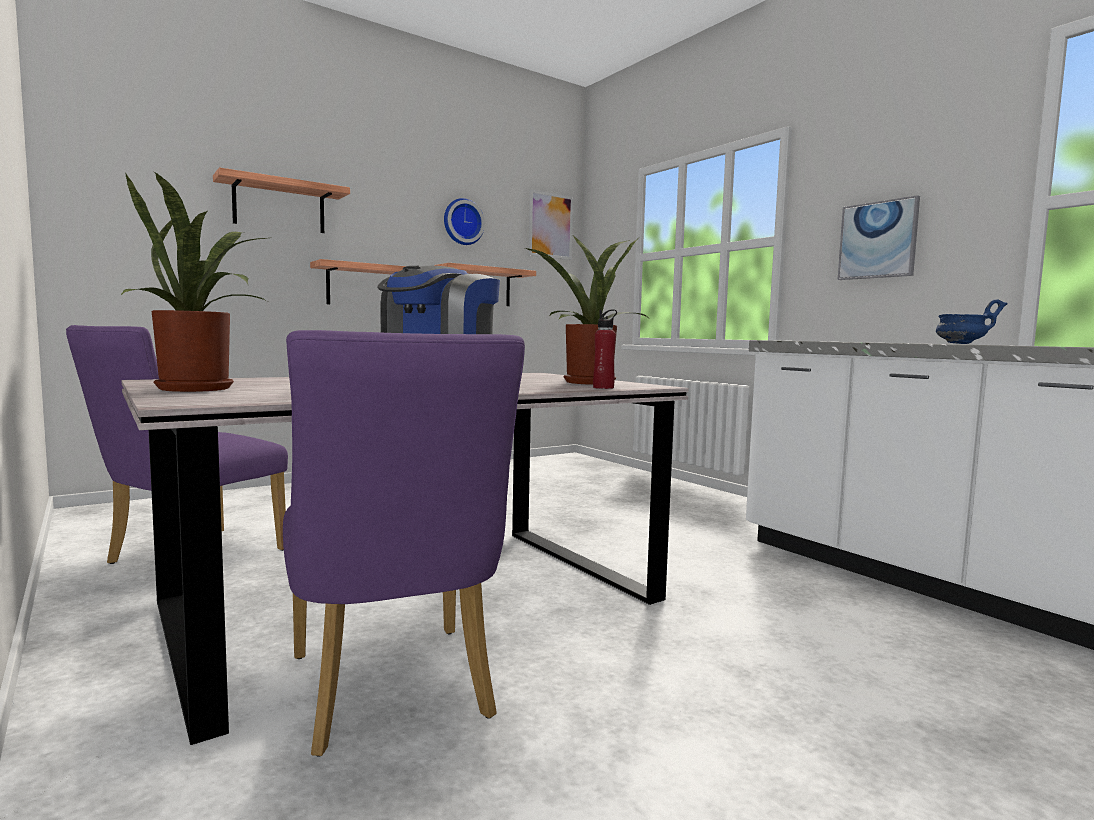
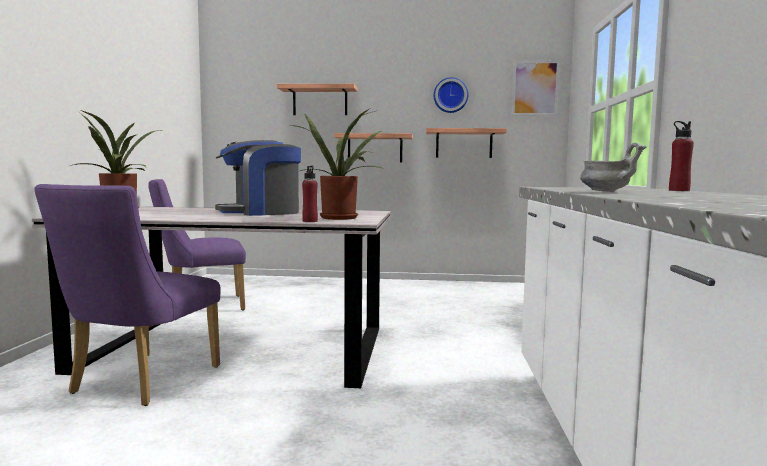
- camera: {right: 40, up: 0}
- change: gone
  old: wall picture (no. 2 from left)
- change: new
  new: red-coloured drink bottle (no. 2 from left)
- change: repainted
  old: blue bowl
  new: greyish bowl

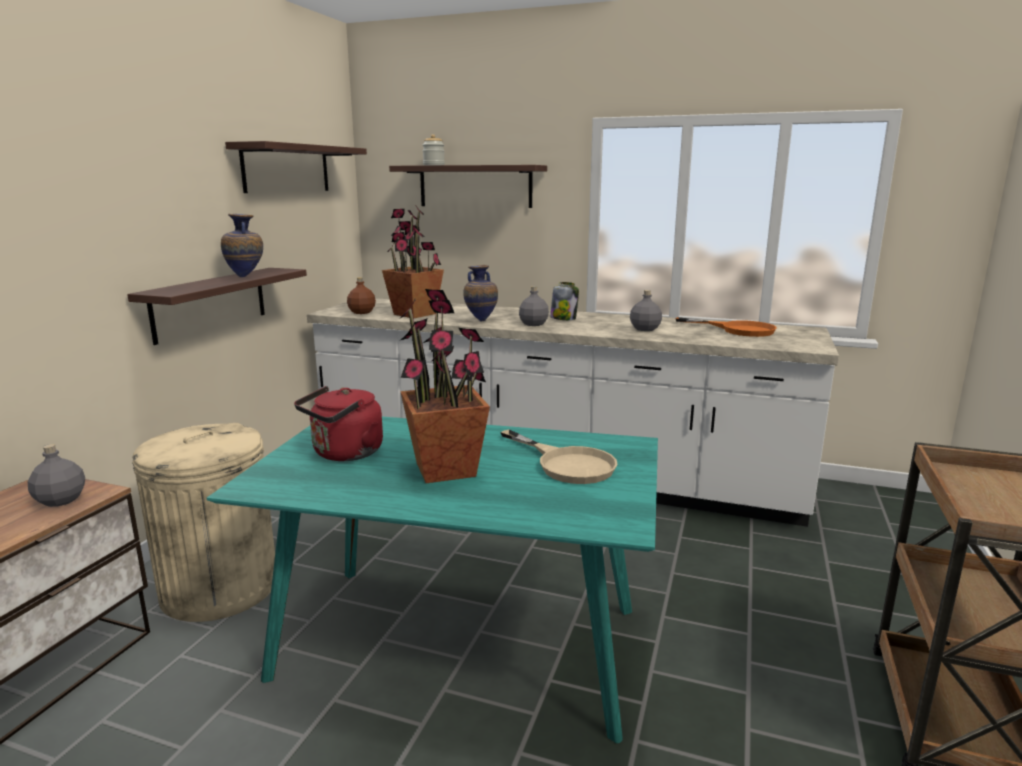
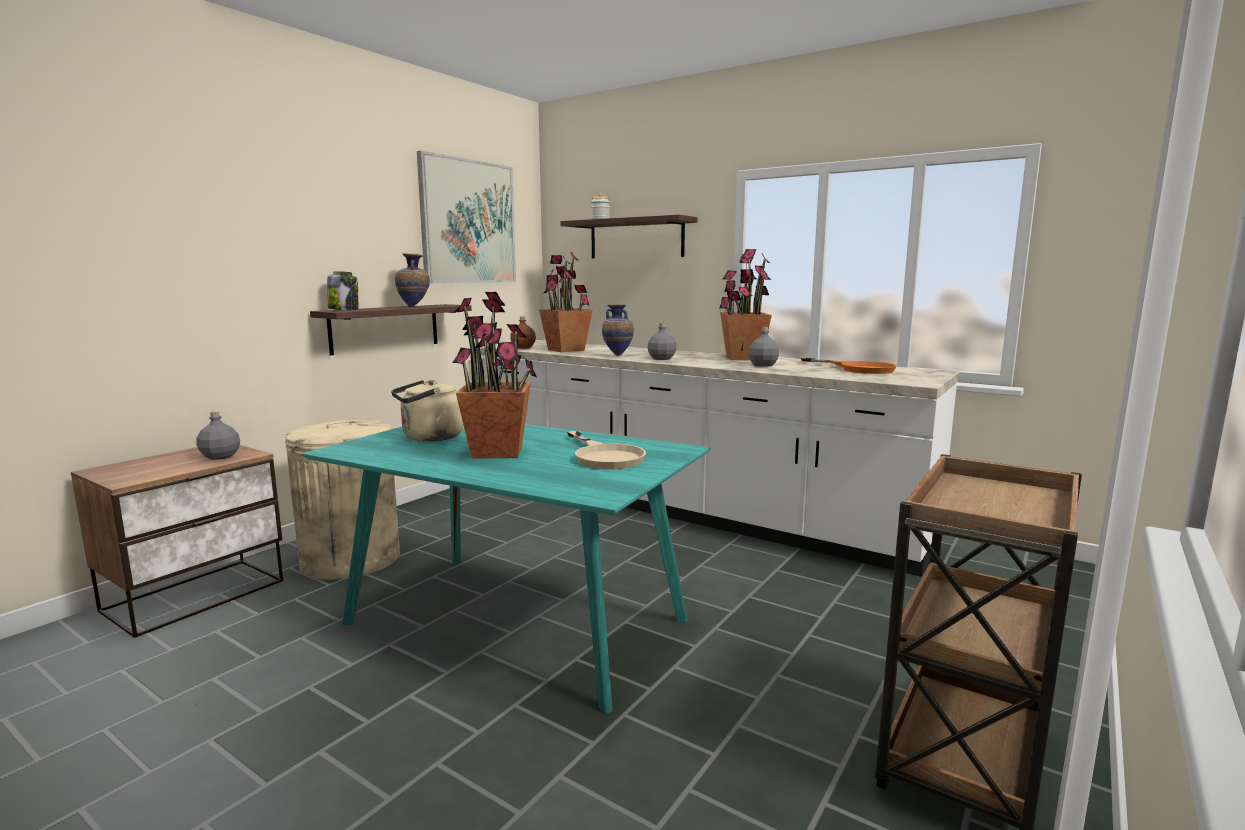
- camera: {right: 15, up: -5}
- change: new
  new: potted plant (no. 3 from left)
- change: shifted
  old: preserve jar (no. 2 from left in the first image)
  new: preserve jar (no. 1 from left)
- change: swapped
  old: bracket shelf (no. 2 from left)
  new: wall picture
- change: repainted
  old: red-coloured kettle
  new: sand-coloured kettle

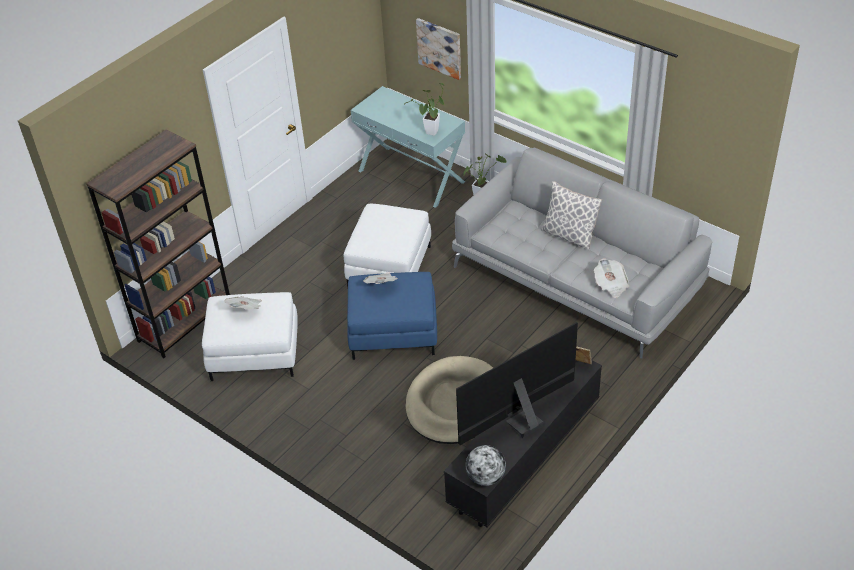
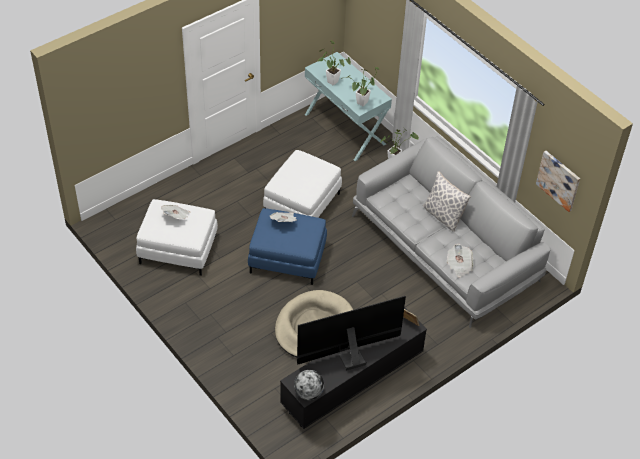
- camera: {right: 10, up: 5}
- change: gone
  old: brown bookcase
- change: new
  new: potted plant (no. 1 from left)
- change: shifted
  old: wall picture

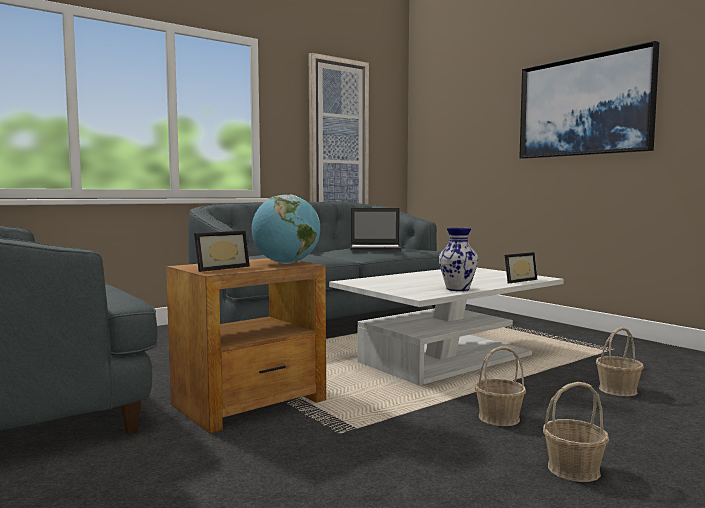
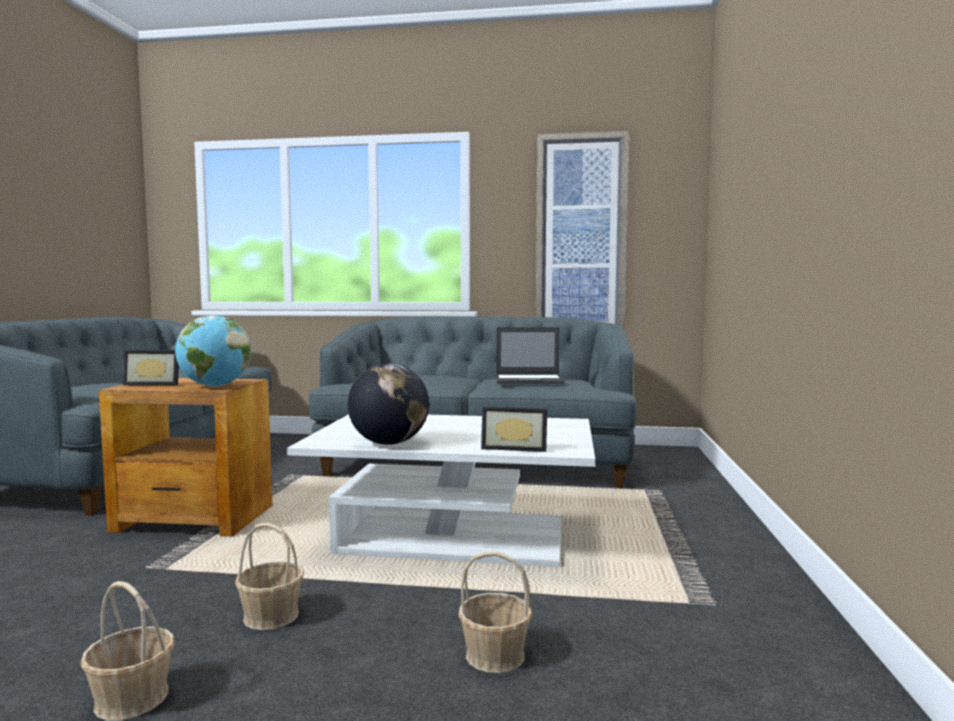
- camera: {right: 45, up: 0}
- change: gone
  old: wall picture (no. 2 from left)
- change: swapped
  old: flower vase
  new: world globe (no. 2 from left)
- change: rotated
  old: notebook computer
  degrees: -45

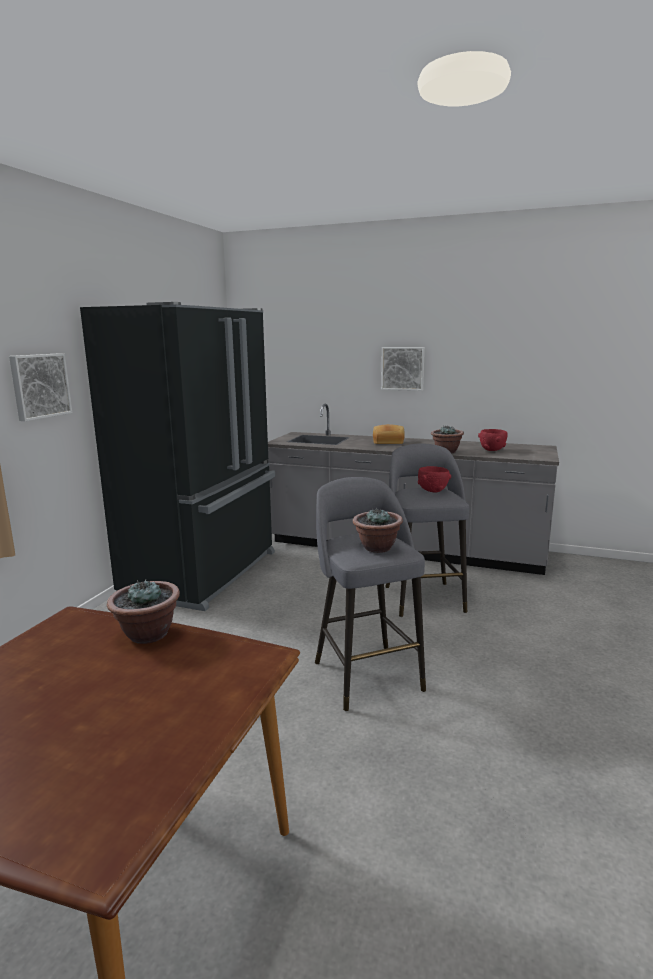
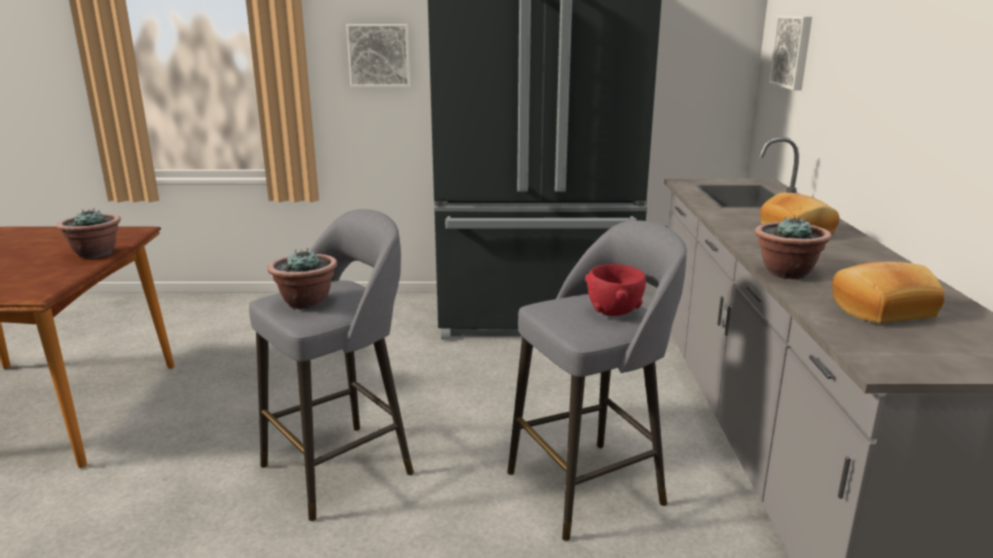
- camera: {right: 70, up: 5}
- change: shifted
  old: wall picture (no. 2 from left)
- change: swapped
  old: red-coloured bowl (no. 2 from left)
  new: baked bread (no. 2 from left)

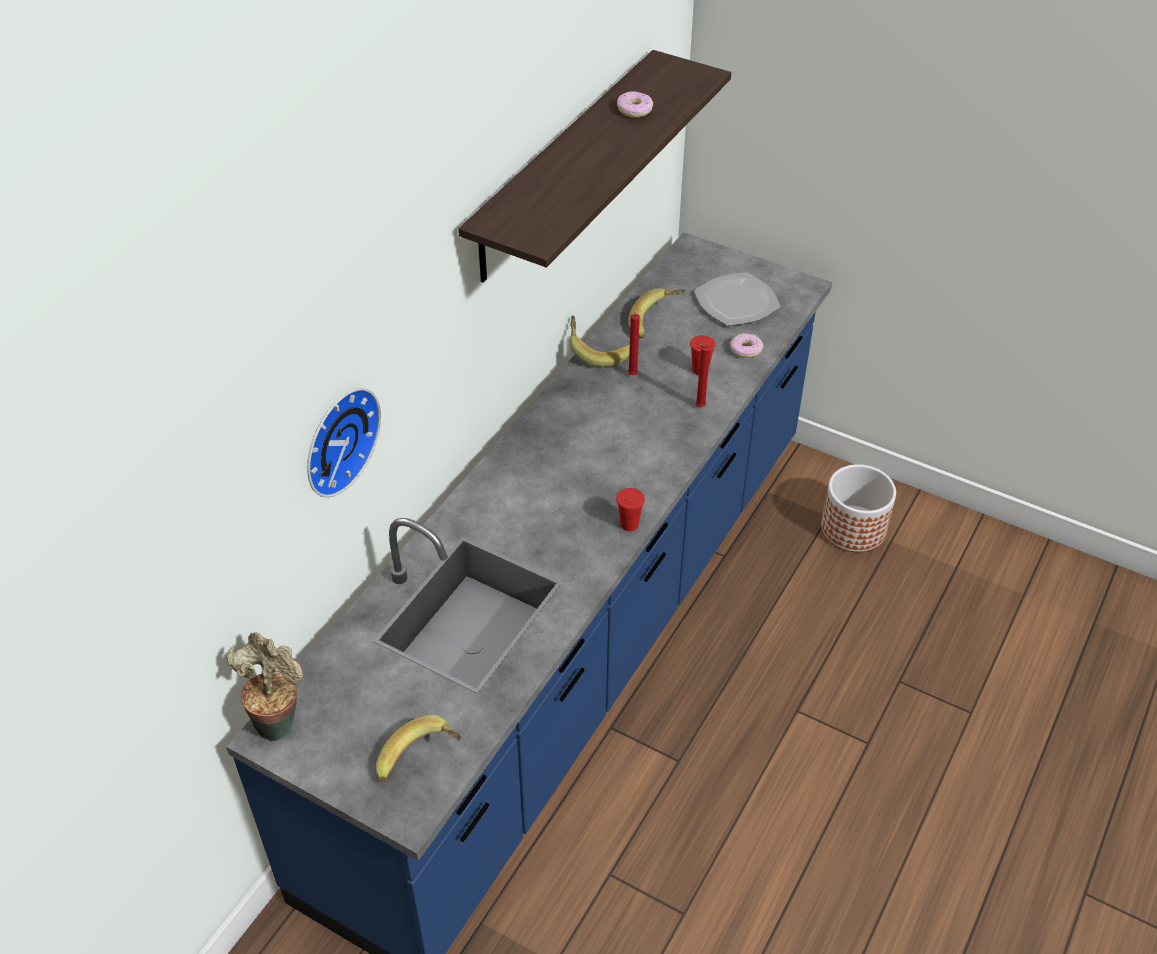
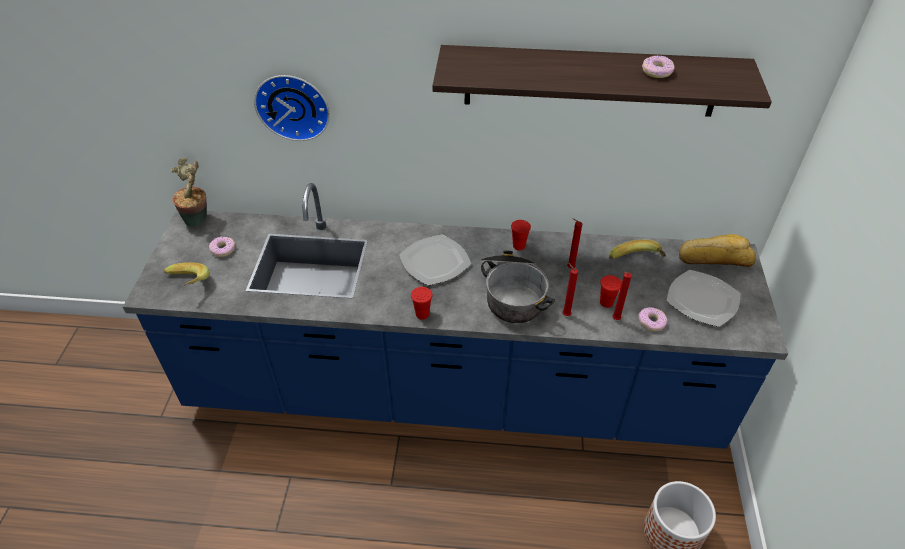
- camera: {right: 65, up: 0}
- change: gone
  old: whole banana (no. 2 from left)
- change: new
  new: donut (no. 1 from left)
- change: new
  new: plate (no. 1 from left)
- change: new
  new: stockpot
- change: new
  new: red-coloured small cup (no. 2 from left)
- change: new
  new: red-coloured wax light (no. 3 from left)
- change: new
  new: baked bread

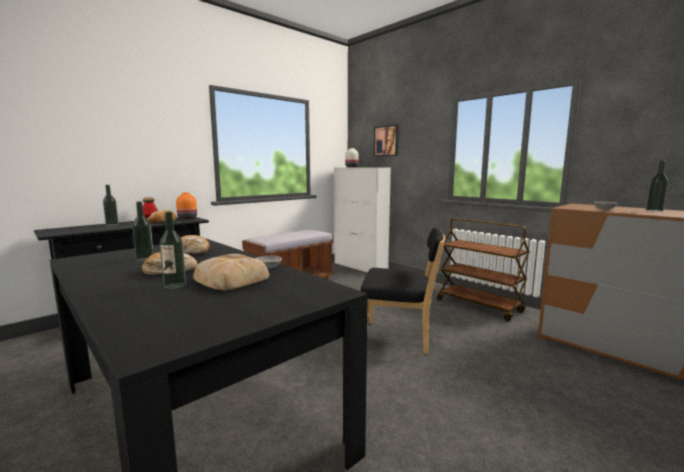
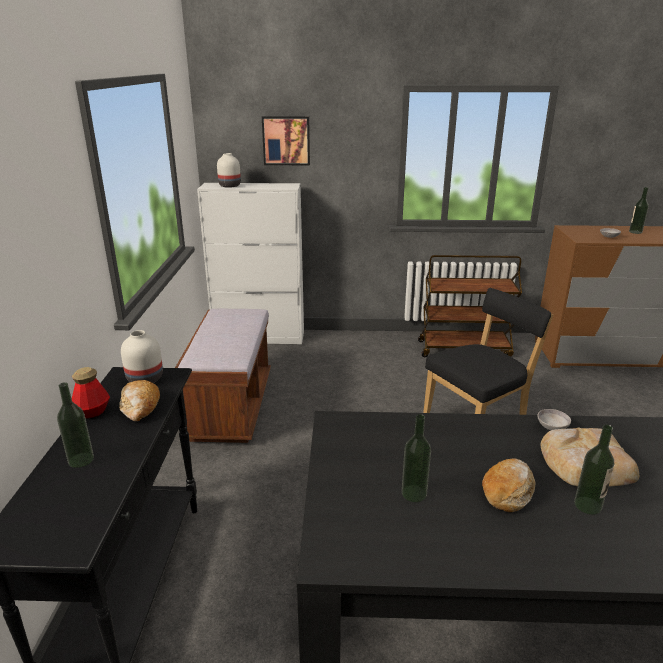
- camera: {right: -45, up: 15}
- change: gone
  old: baked bread (no. 3 from left)
- change: repainted
  old: orange-coloured flower vase
  new: white flower vase (no. 1 from left)

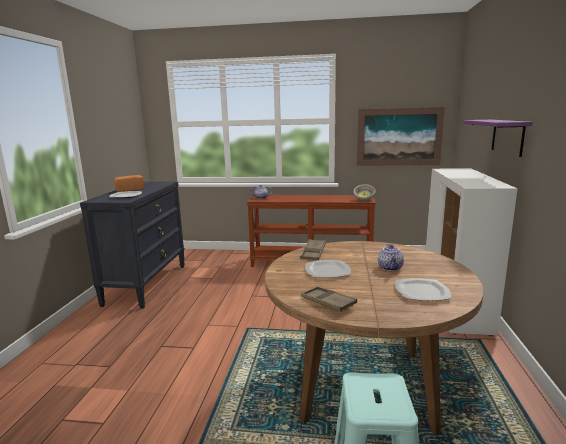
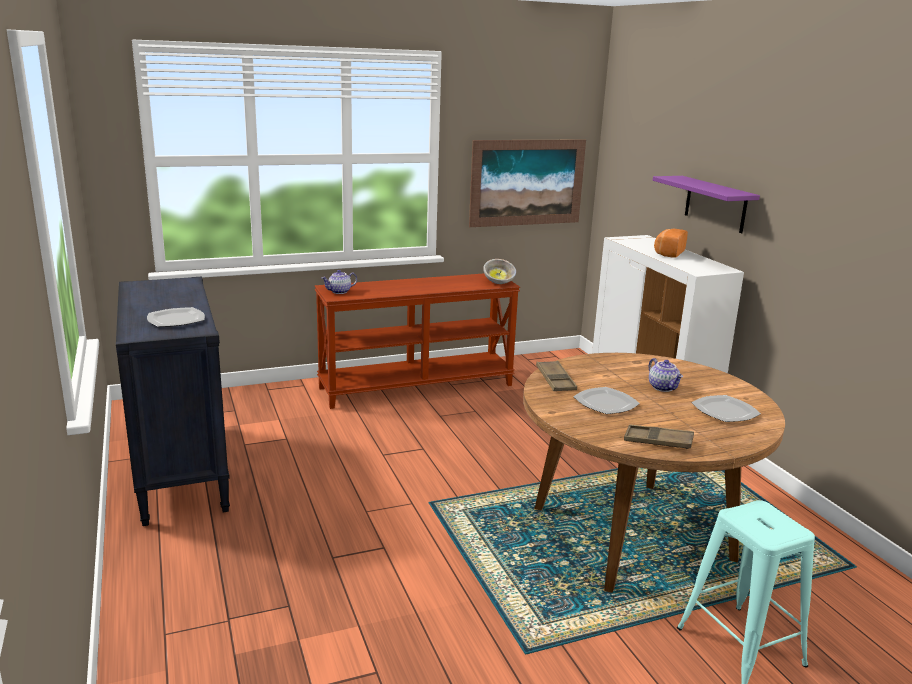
- camera: {right: -30, up: 5}
- change: shifted
  old: baked bread

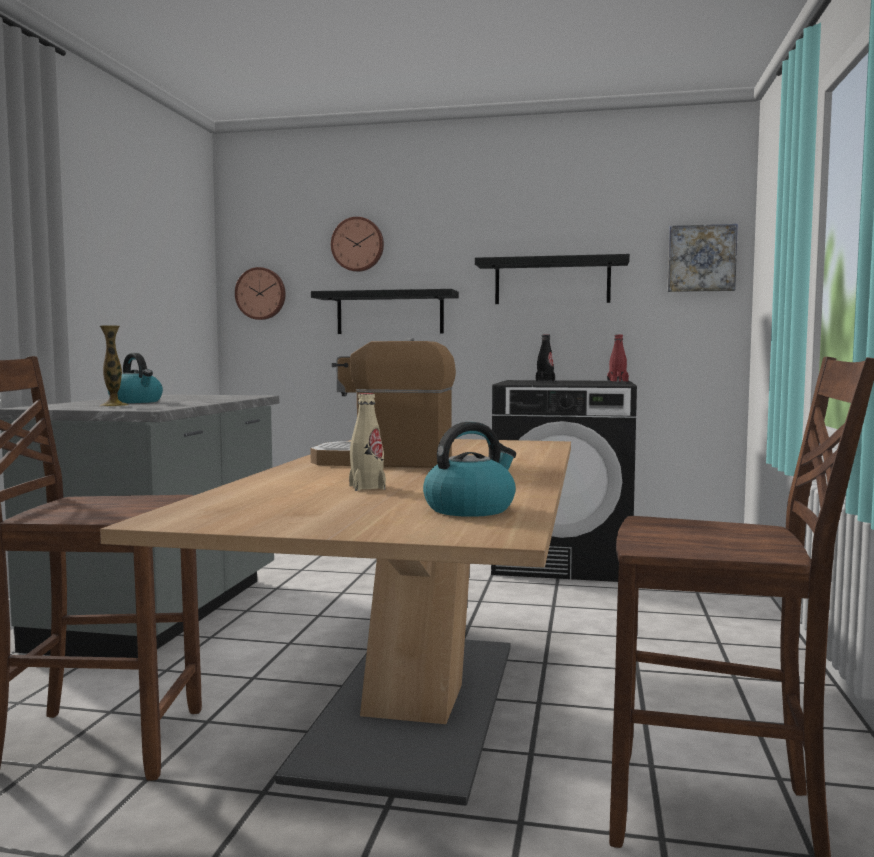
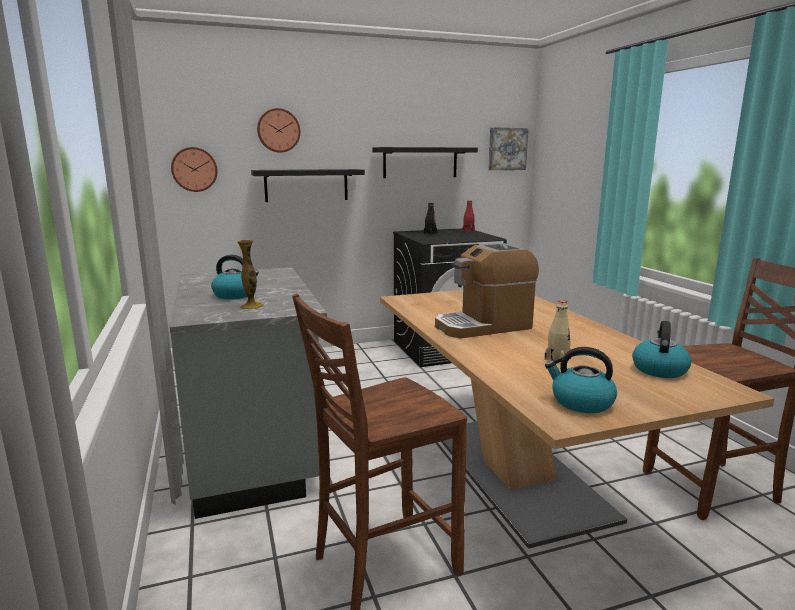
- camera: {right: -30, up: 10}
- change: new
  new: kettle (no. 2 from left)

